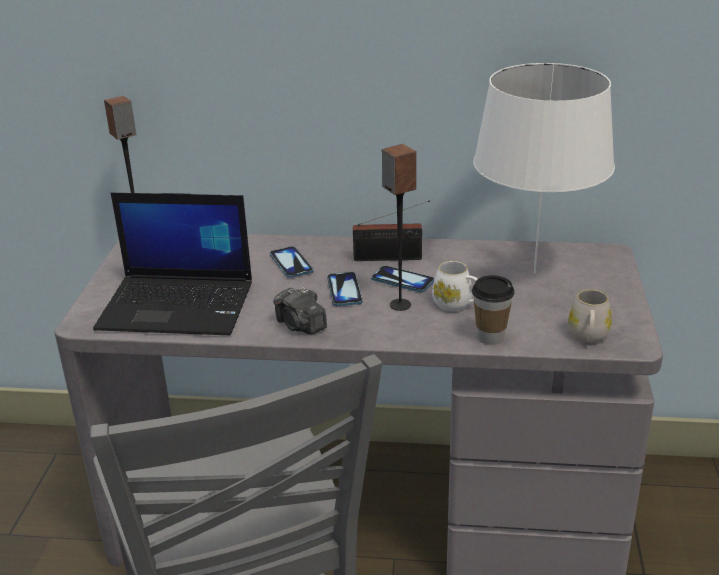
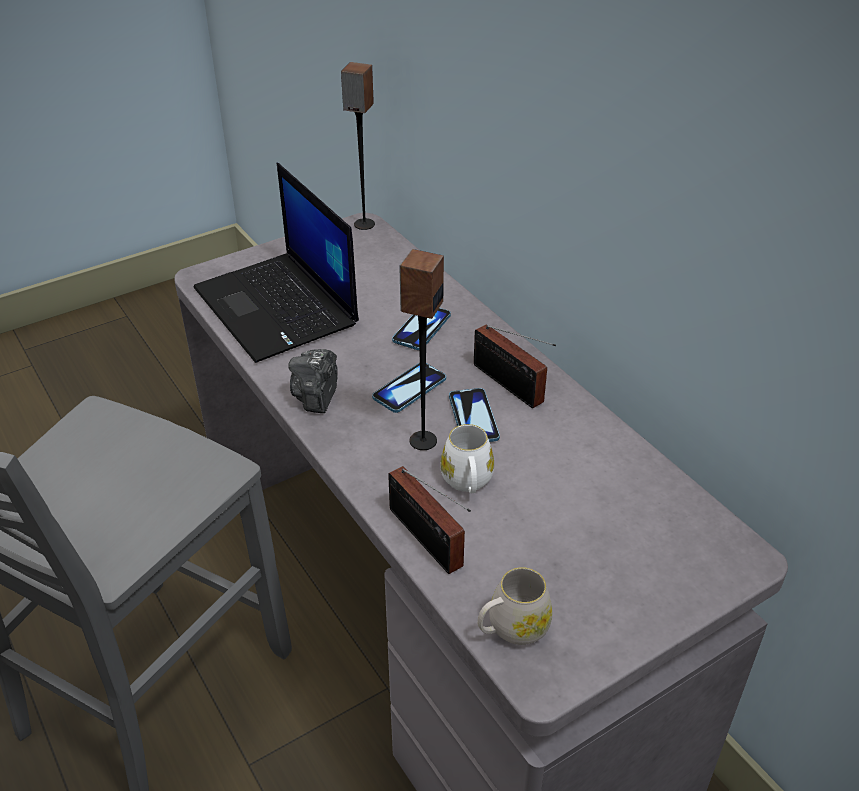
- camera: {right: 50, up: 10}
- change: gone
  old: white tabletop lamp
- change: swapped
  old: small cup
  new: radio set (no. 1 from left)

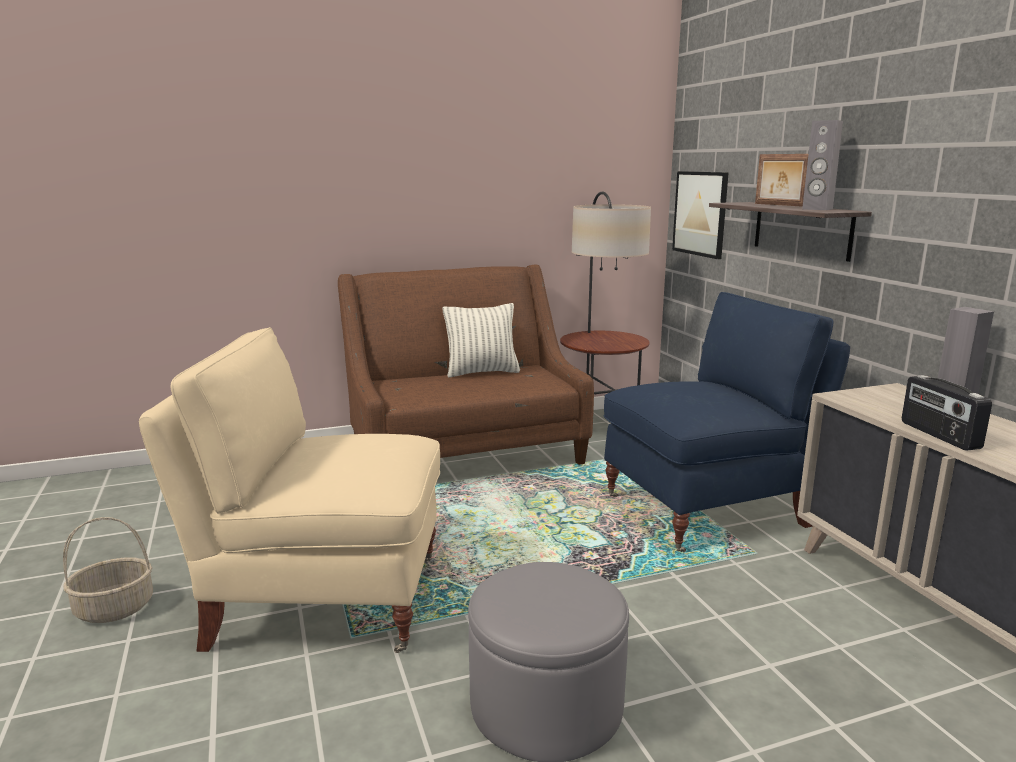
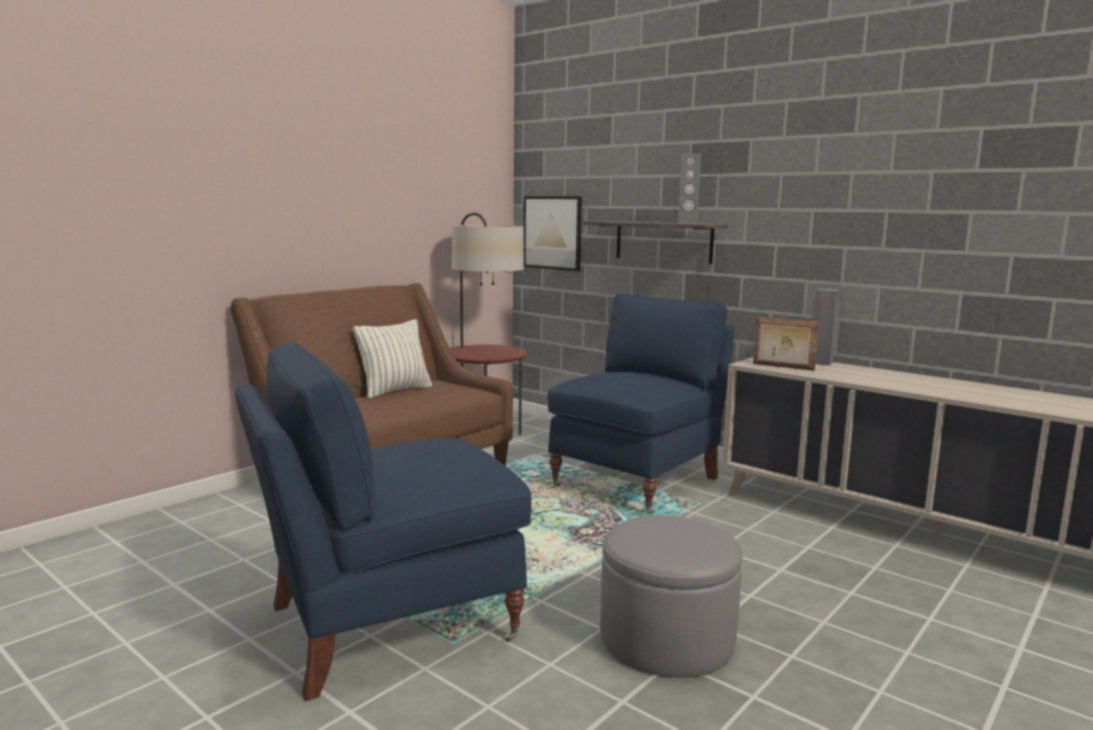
- camera: {right: -30, up: -5}
- change: gone
  old: basket
- change: gone
  old: radio set
- change: shifted
  old: picture frame
- change: repainted
  old: sand-coloured lounge chair
  new: blue lounge chair (no. 1 from left)

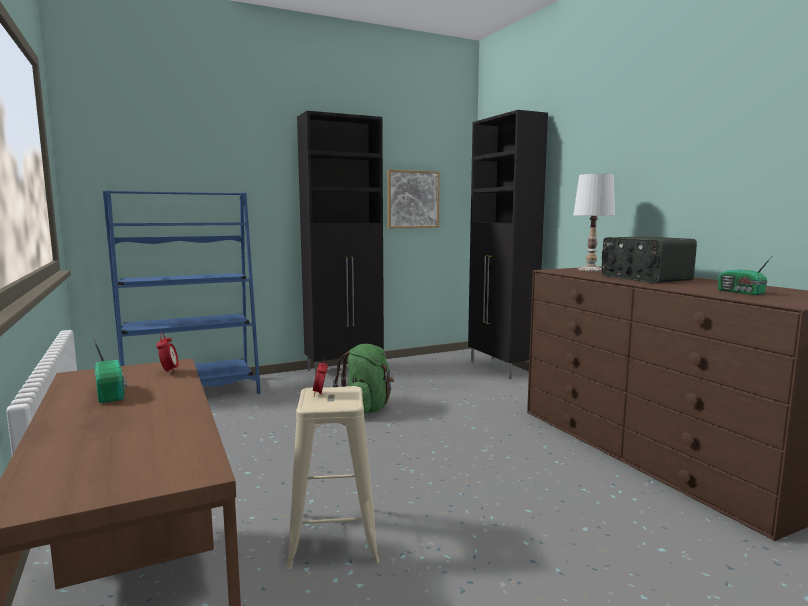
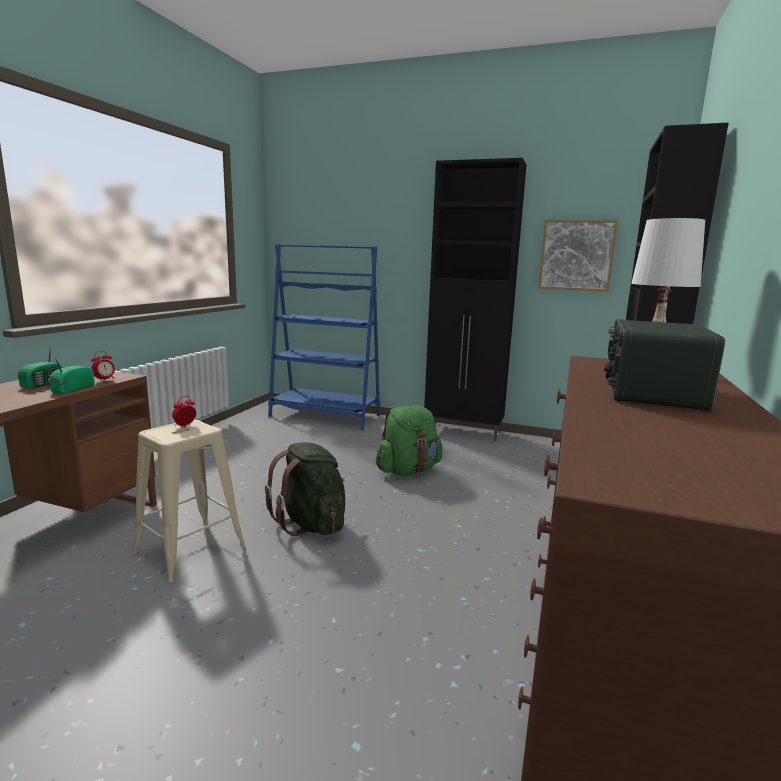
- camera: {right: 45, up: 5}
- change: new
  new: green-coloured rucksack (no. 1 from left)
- change: shifted
  old: radio set (no. 3 from left in the first image)
  new: radio set (no. 2 from left)

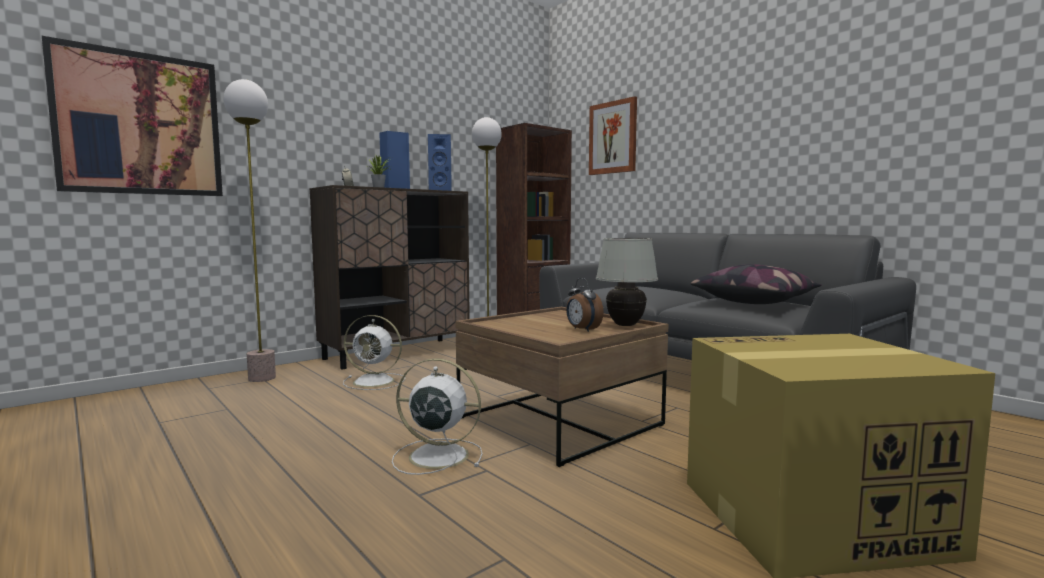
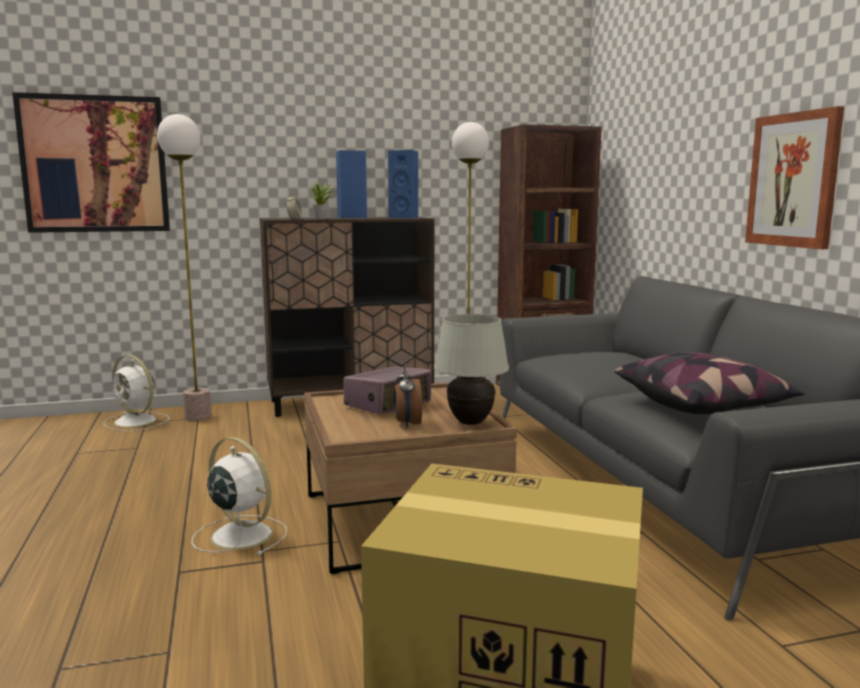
- camera: {right: 25, up: 5}
- change: new
  new: radio set
- change: shifted
  old: white electric fan (no. 1 from left)
- change: shifted
  old: wall picture (no. 2 from left)

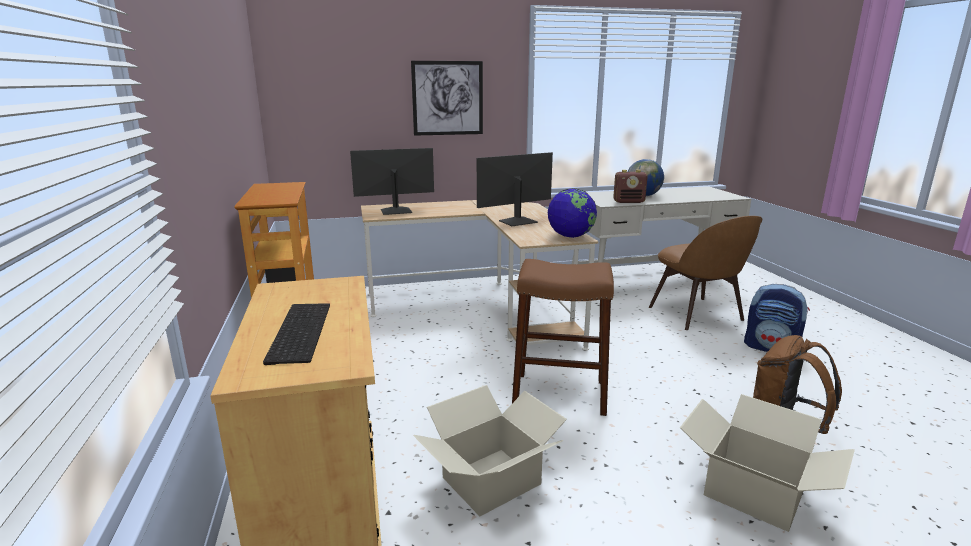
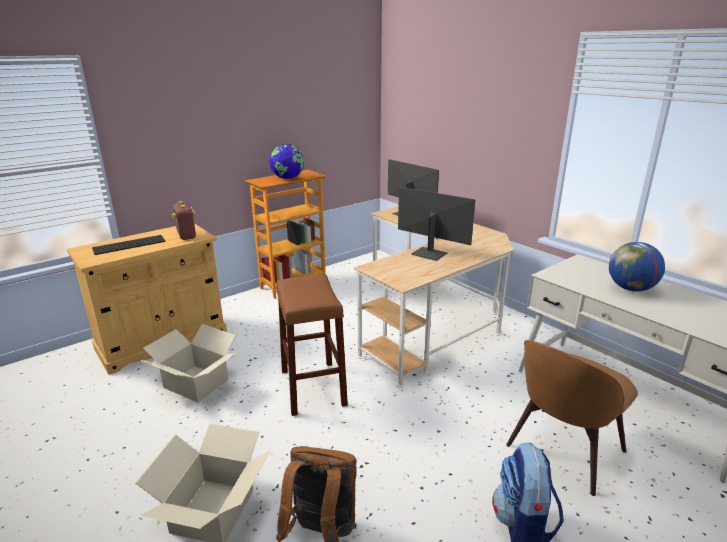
- camera: {right: 65, up: 5}
- change: gone
  old: wall picture
- change: shifted
  old: world globe (no. 1 from left)
- change: shifted
  old: radio set

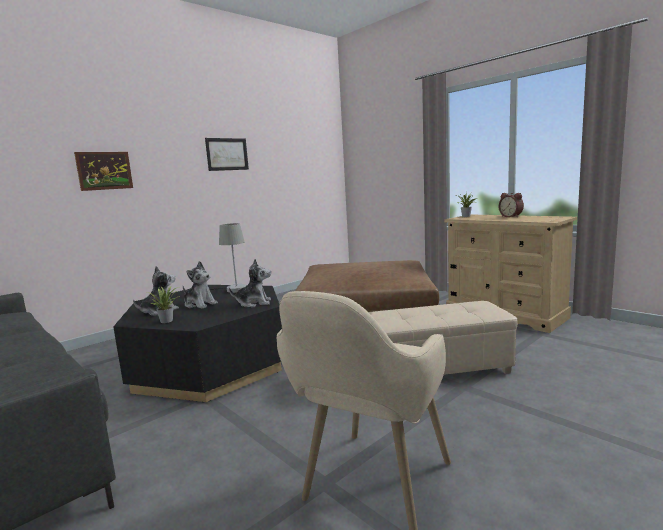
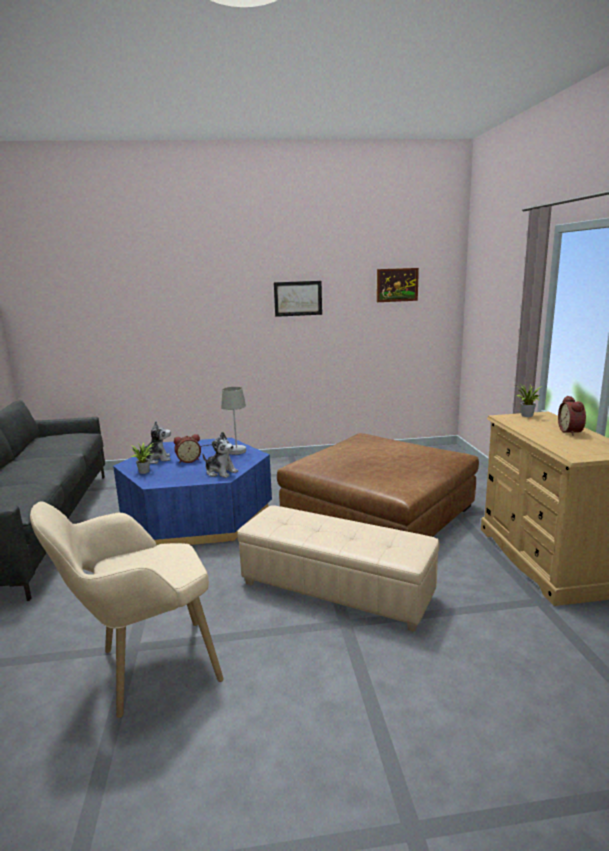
- camera: {right: 35, up: 5}
- change: shifted
  old: wall picture (no. 1 from left in the first image)
  new: wall picture (no. 2 from left)
- change: swapped
  old: soft toy (no. 2 from left)
  new: alarm clock (no. 1 from left)
- change: repainted
  old: black coffee table
  new: blue coffee table

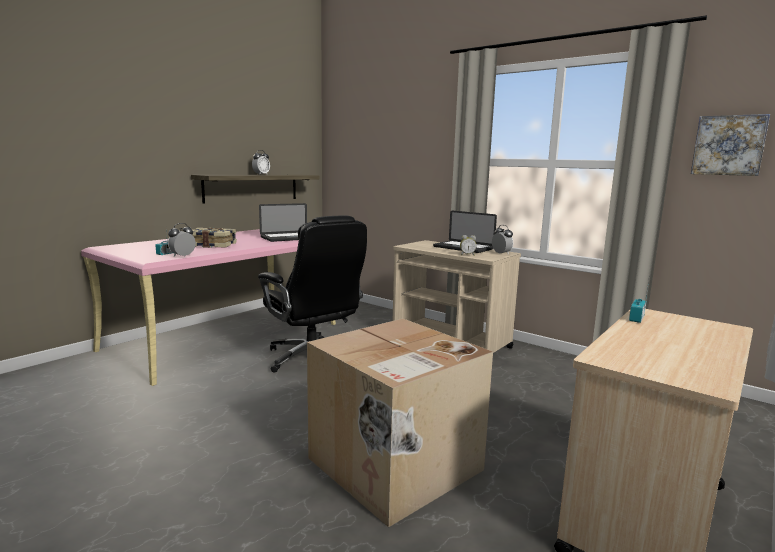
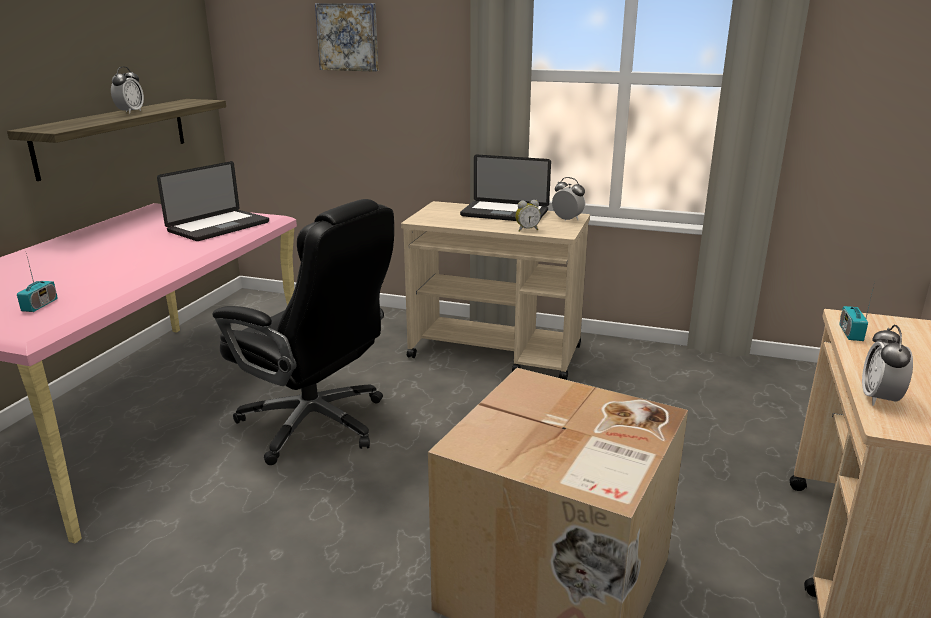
- camera: {right: -20, up: 10}
- change: gone
  old: book
- change: shifted
  old: alarm clock (no. 1 from left in the first image)
  new: alarm clock (no. 4 from left)
- change: shifted
  old: wall picture

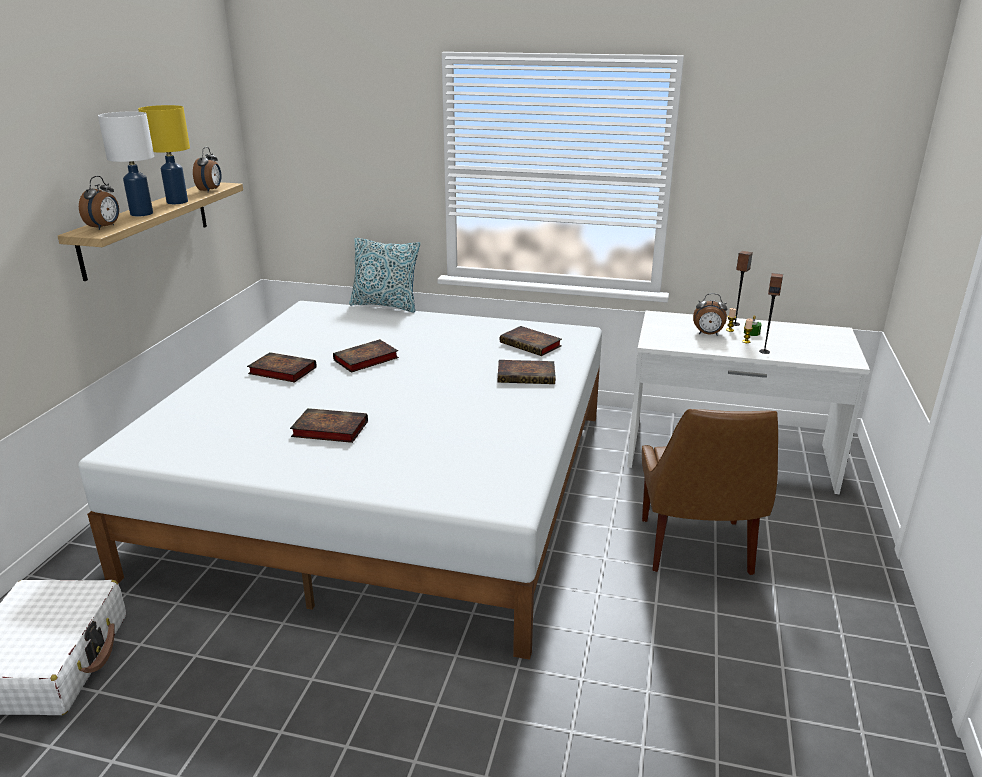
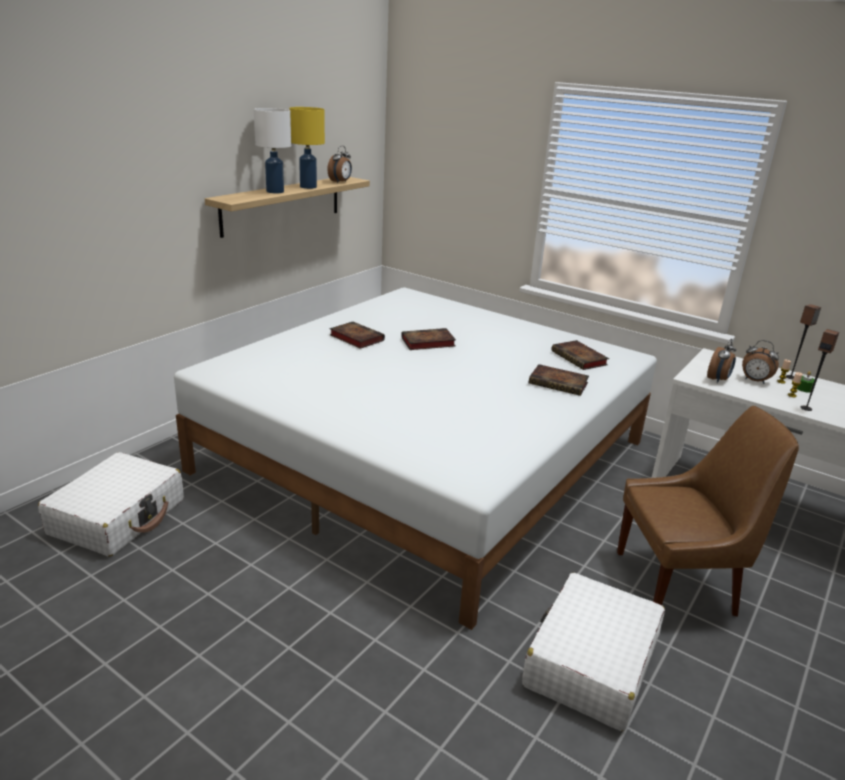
- camera: {right: 20, up: 0}
- change: gone
  old: book (no. 2 from left)
- change: gone
  old: throw pillow
- change: new
  new: white travel case (no. 2 from left)
- change: shifted
  old: alarm clock (no. 1 from left in the first image)
  new: alarm clock (no. 2 from left)
- change: rotated
  old: brown chair
  degrees: -120

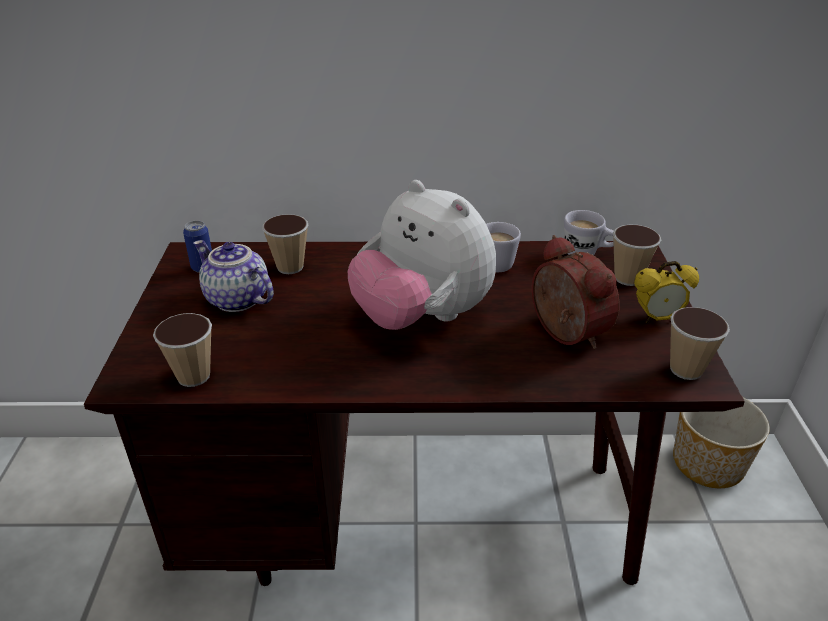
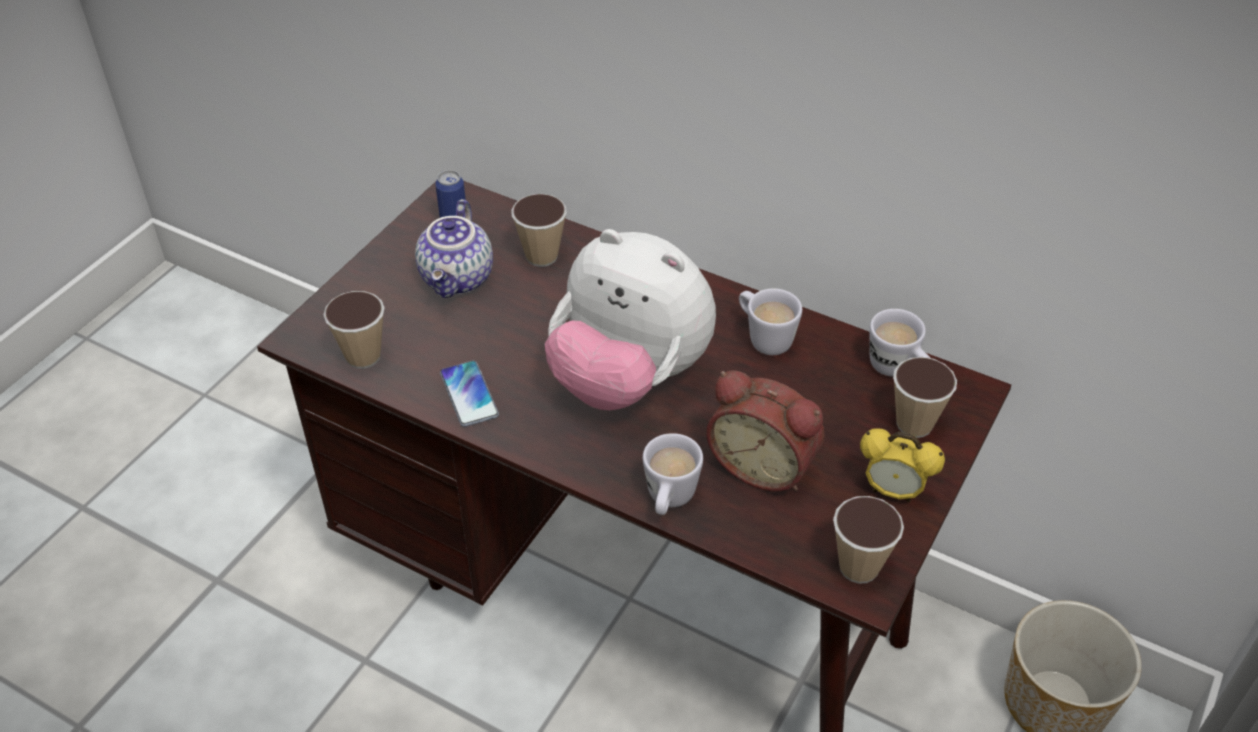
- camera: {right: 30, up: 10}
- change: new
  new: phone
- change: new
  new: white tea mug (no. 1 from left)
- change: rotated
  old: teapot
  degrees: -150
- change: rotated
  old: soft toy
  degrees: -45
- change: rotated
  old: alarm clock (no. 1 from left)
  degrees: 120

